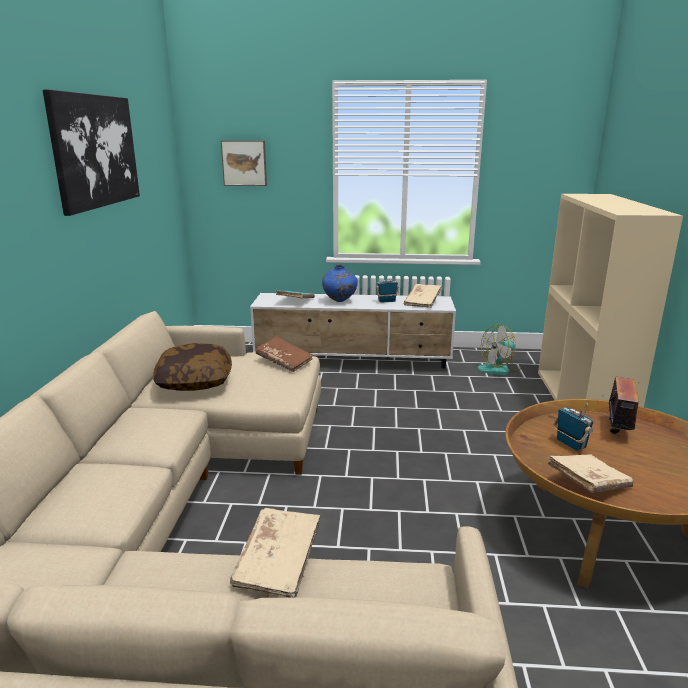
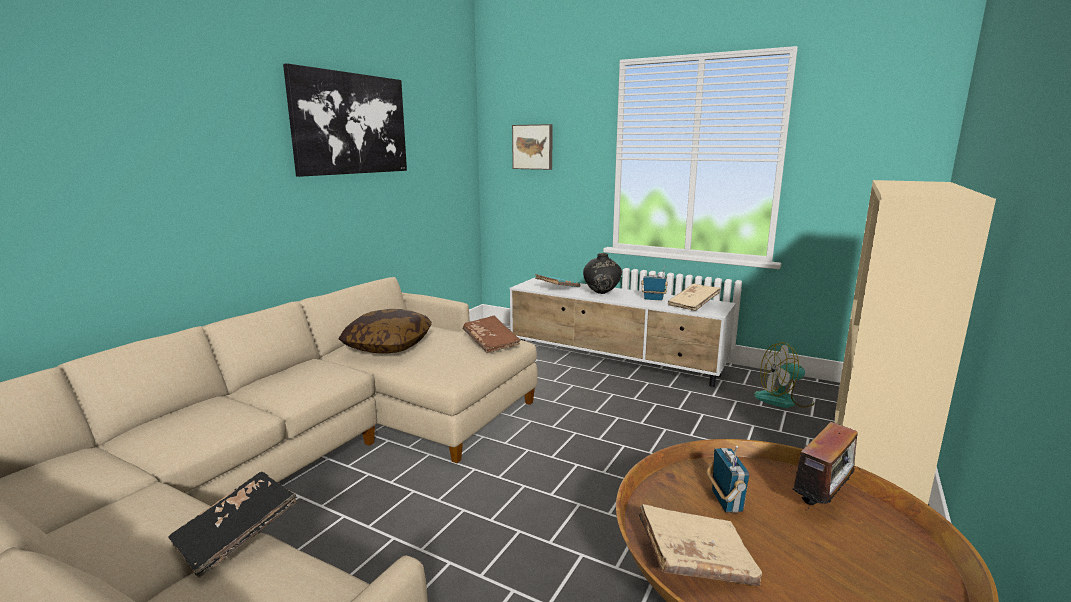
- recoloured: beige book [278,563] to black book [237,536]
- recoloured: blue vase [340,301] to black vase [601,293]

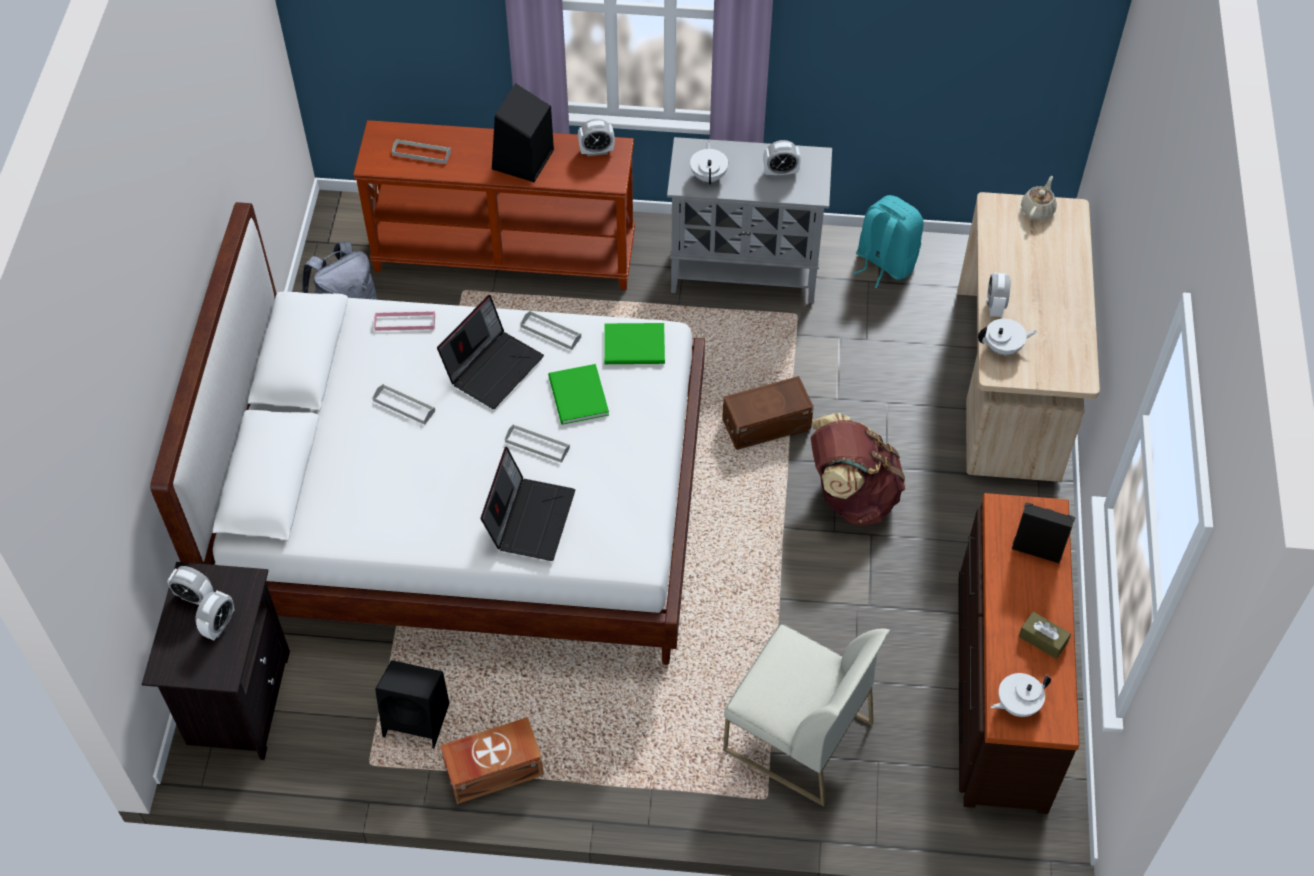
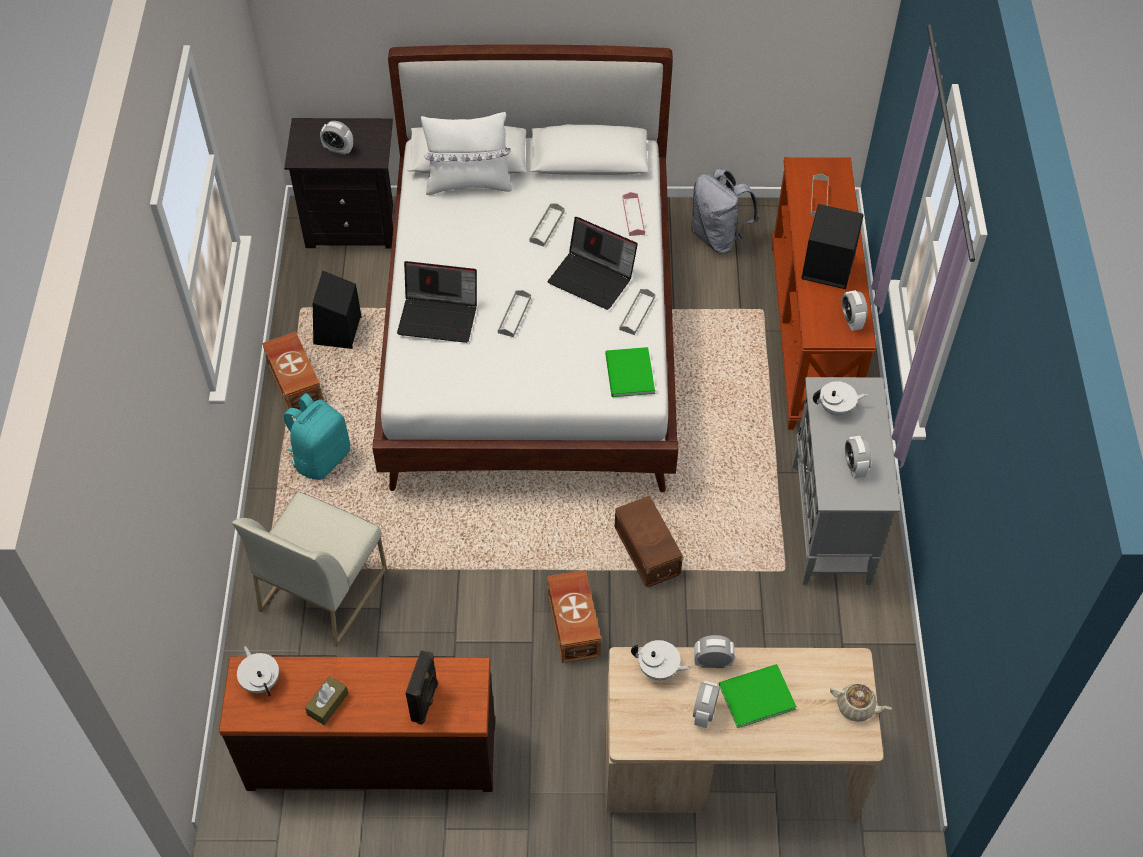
- moved: alarm clock [195,597] to [704,712]
- moved: green book [577,397] to [754,696]
- replaced: brown backpack [851,495] to brown storage box [574,624]
- moved: turquoise backpack [884,263] to [321,457]
- turned: white teapot [1003,348] = [658,669] 60 degrees counterclockwise
- added: white pillow [469,183]

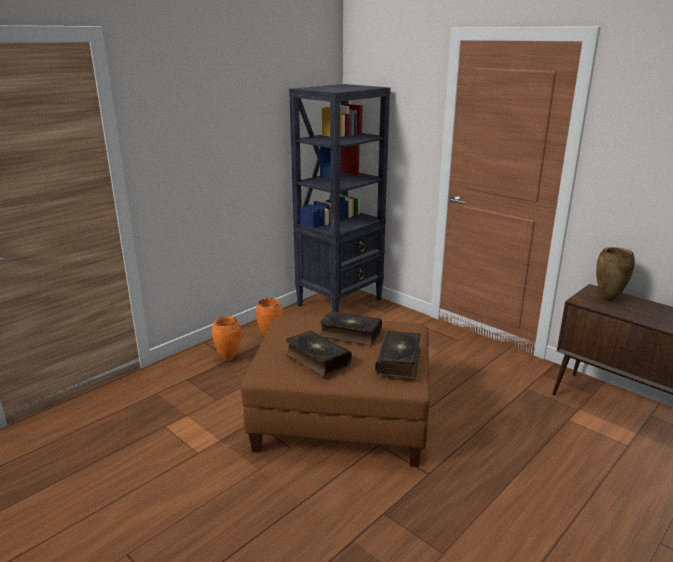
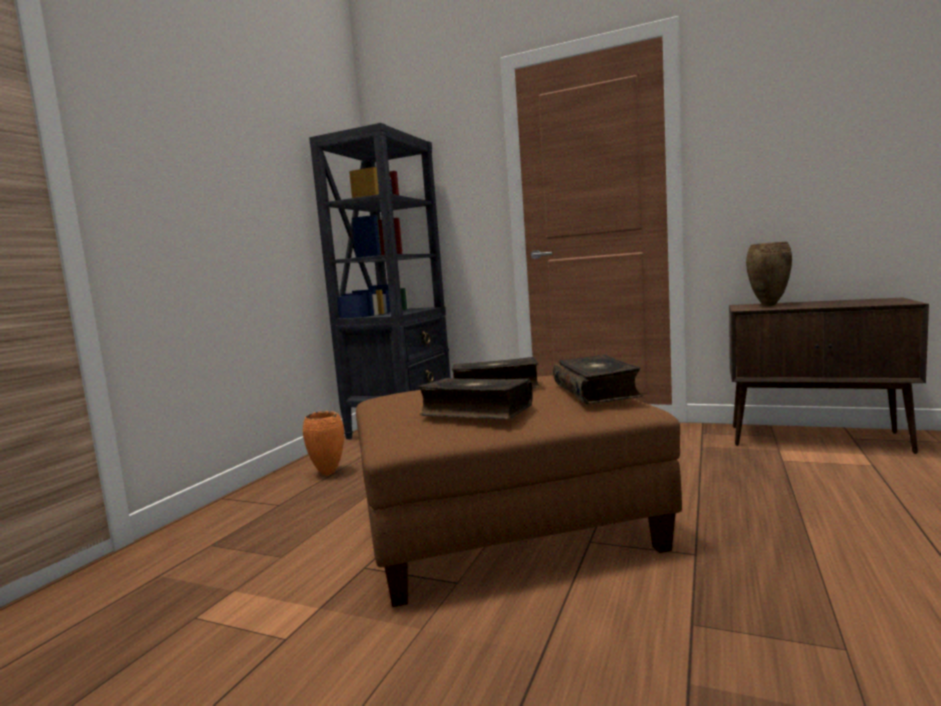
- removed: orange vase [228,359]

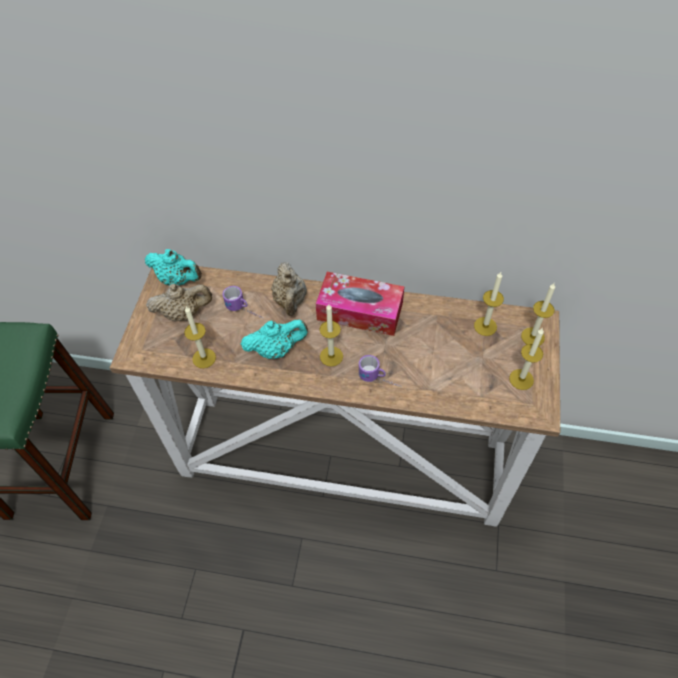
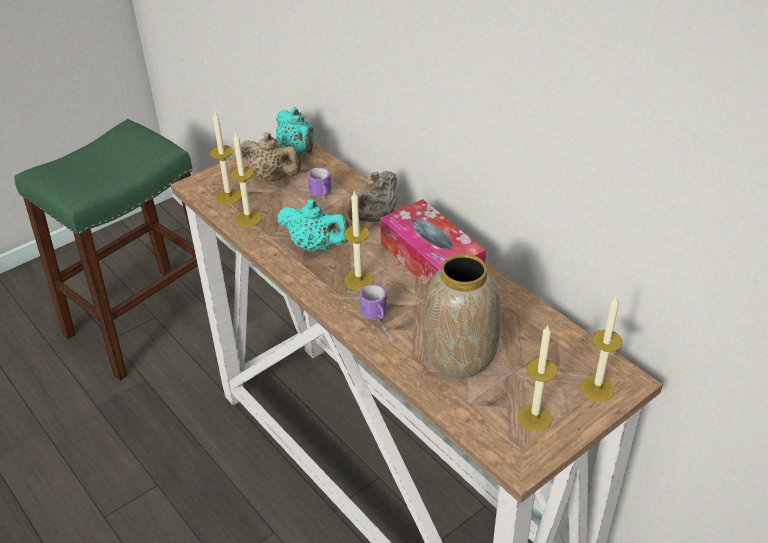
- moved: candle [485,326] to [228,196]
- added: vase [460,356]

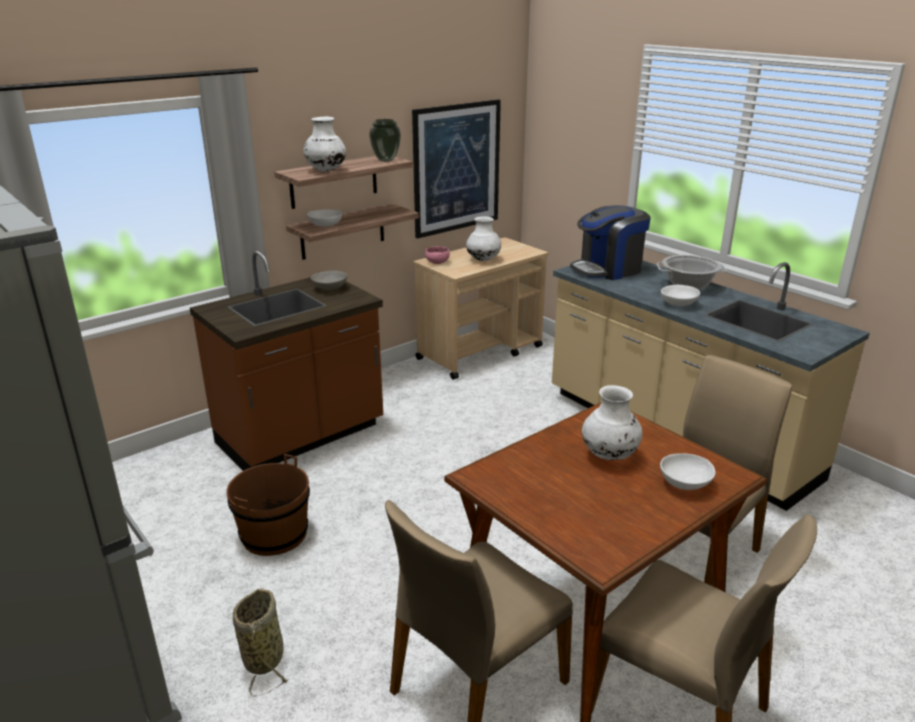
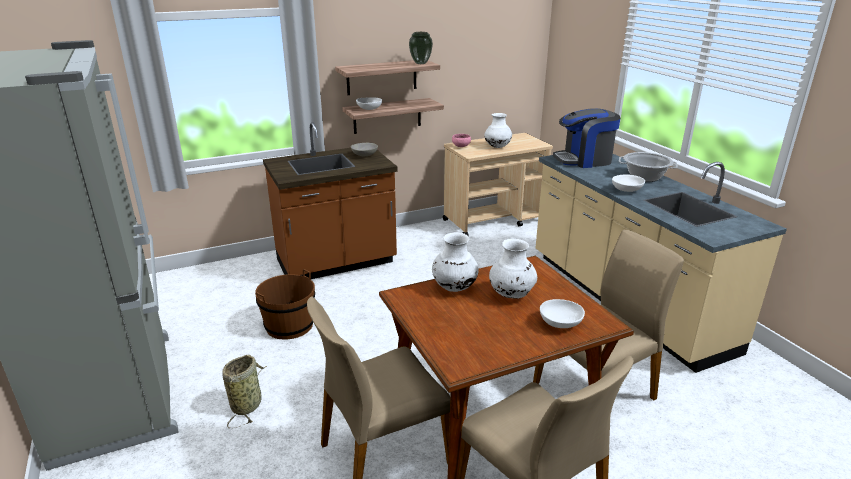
- moved: white vase [326,170] to [454,287]
- removed: picture [456,168]

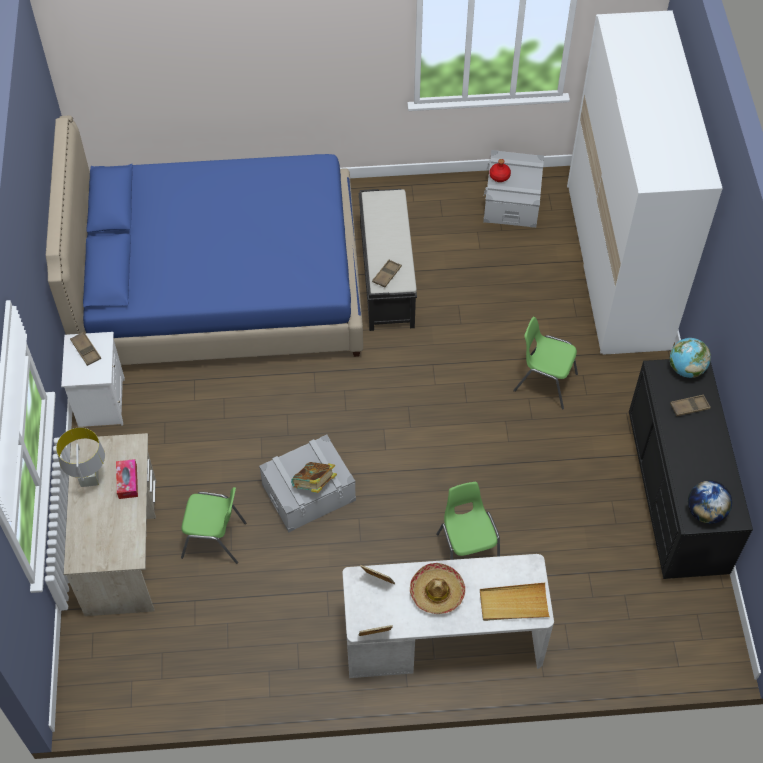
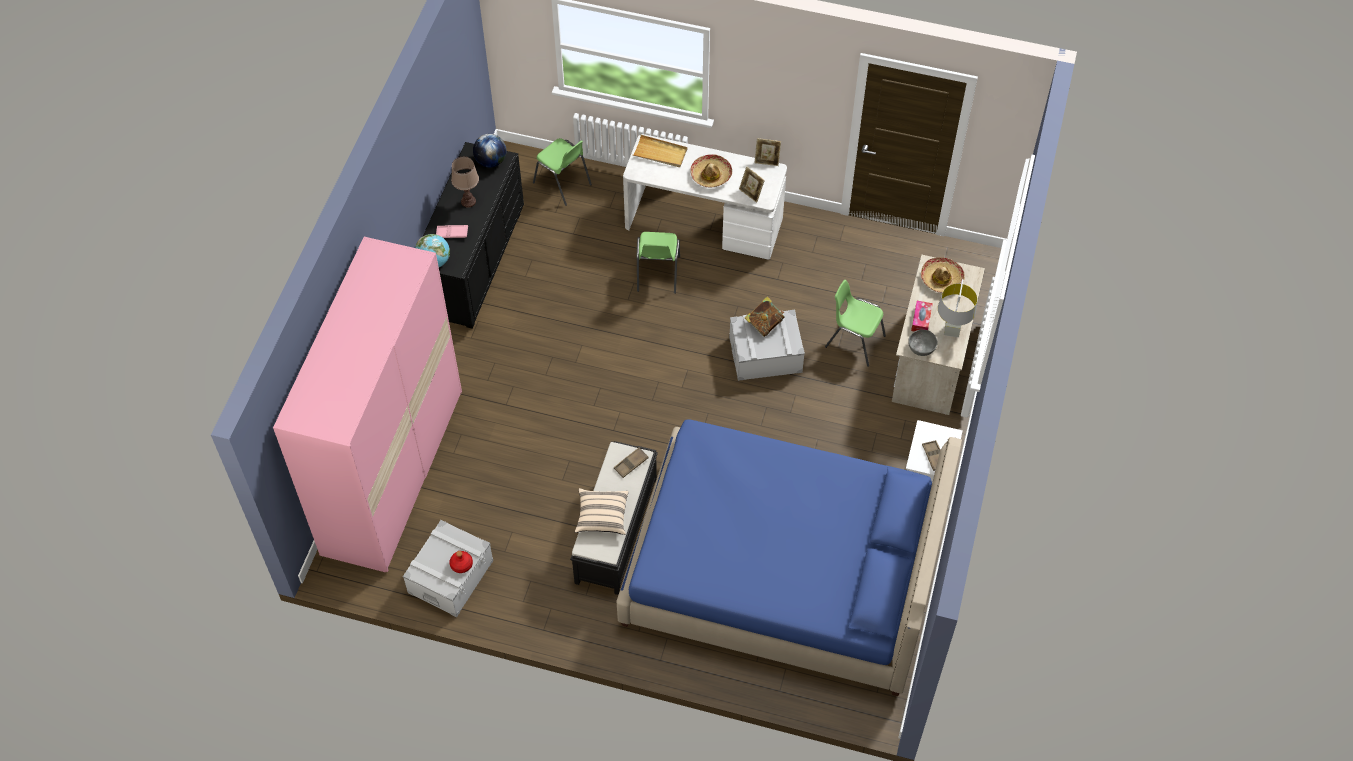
- moved: green chair [544,382] to [562,184]
- recoloured: white wardrobe [617,266] to pink wardrobe [393,471]
- recoloured: brown tray [689,407] to pink tray [452,233]
- added: brown table lamp [468,201]
- added: beige pillow [602,516]
- added: grey bowl [921,347]
- added: hat [941,279]

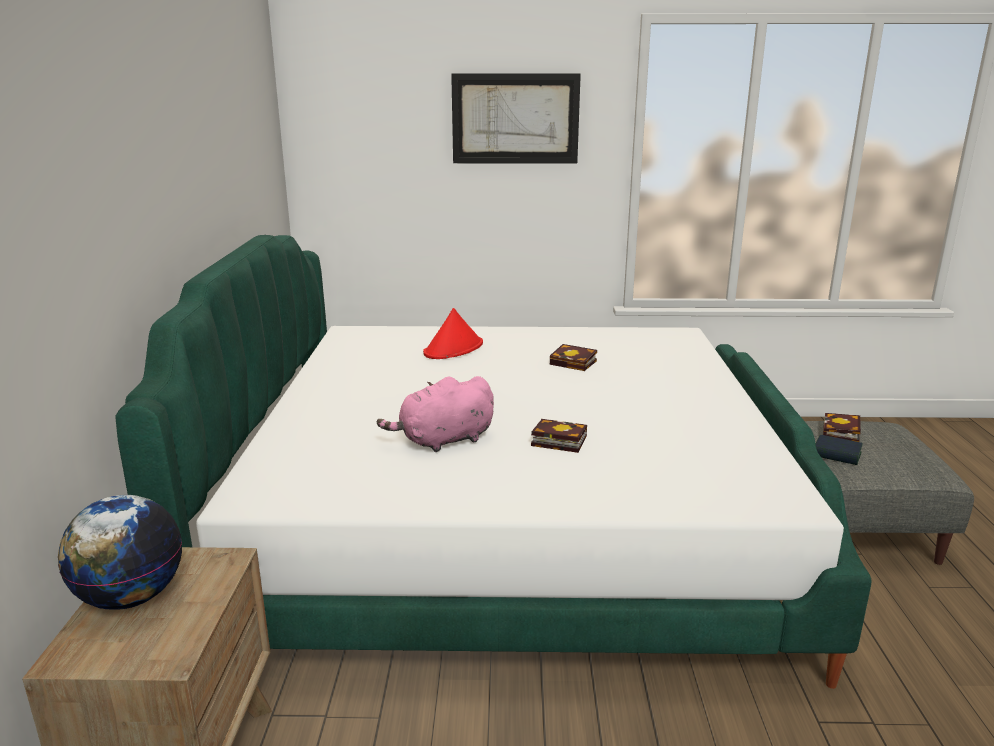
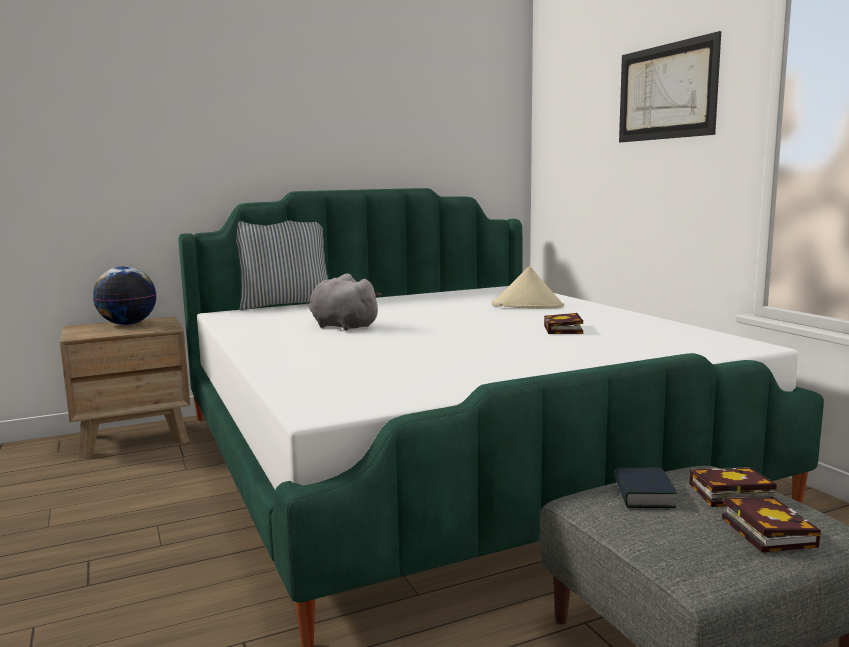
- recoloured: pink plush toy [443,440] to grey plush toy [341,326]
- recoloured: red hat [454,349] to beige hat [527,306]
- moved: book [556,440] to [764,530]
- added: pillow [285,304]

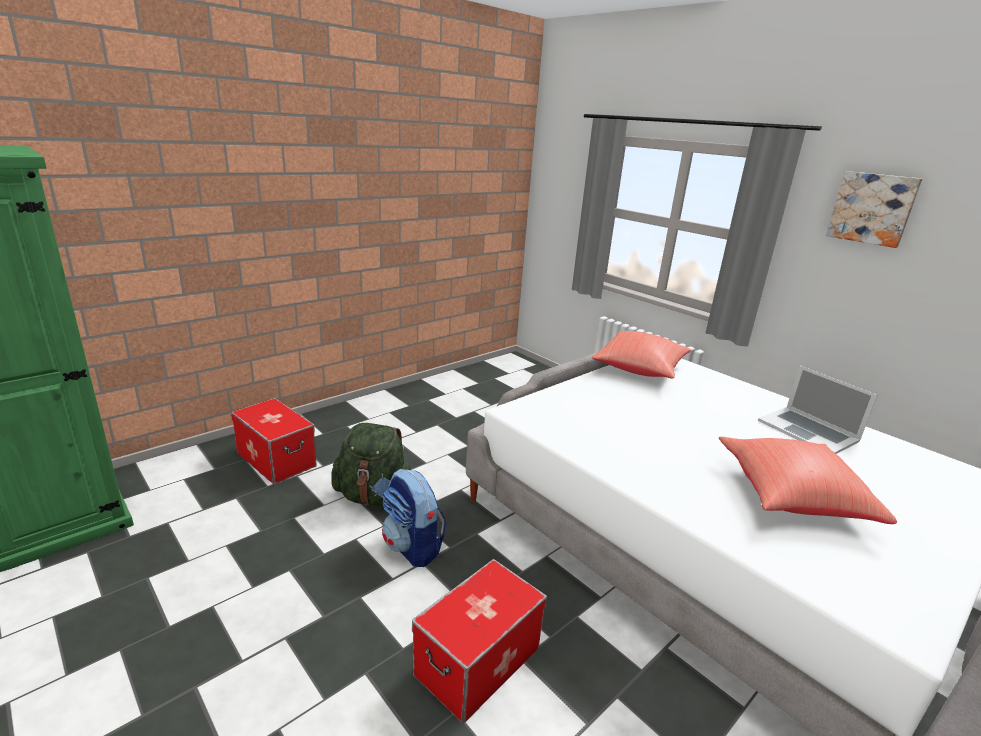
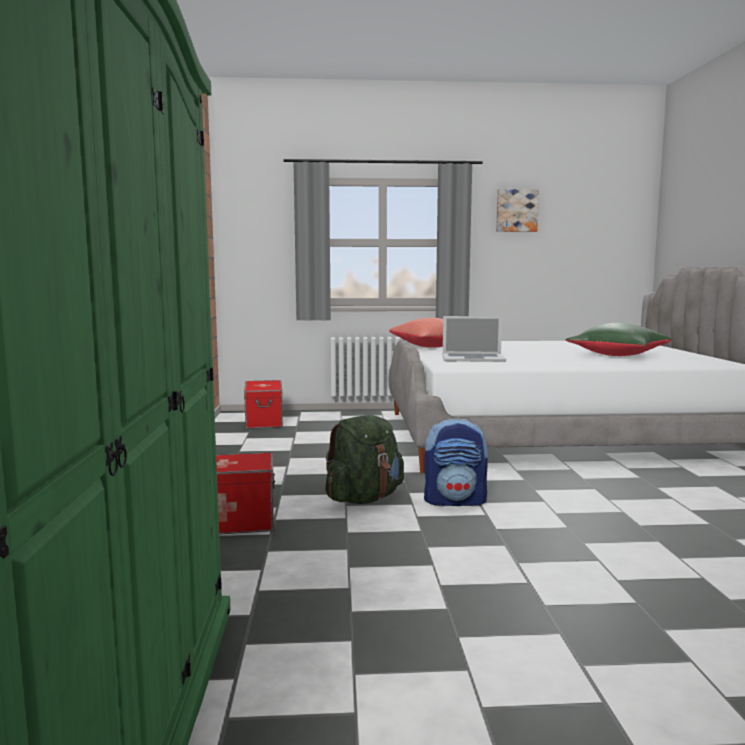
- moved: storage box [477,662] to [264,421]
- recoloured: red pillow [790,496] to green pillow [616,356]
- moved: laptop [808,430] to [473,358]

